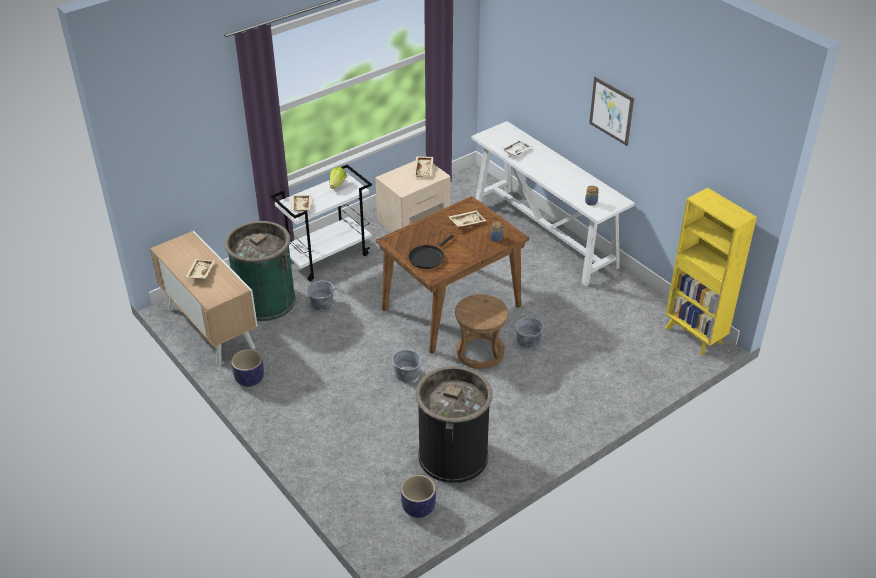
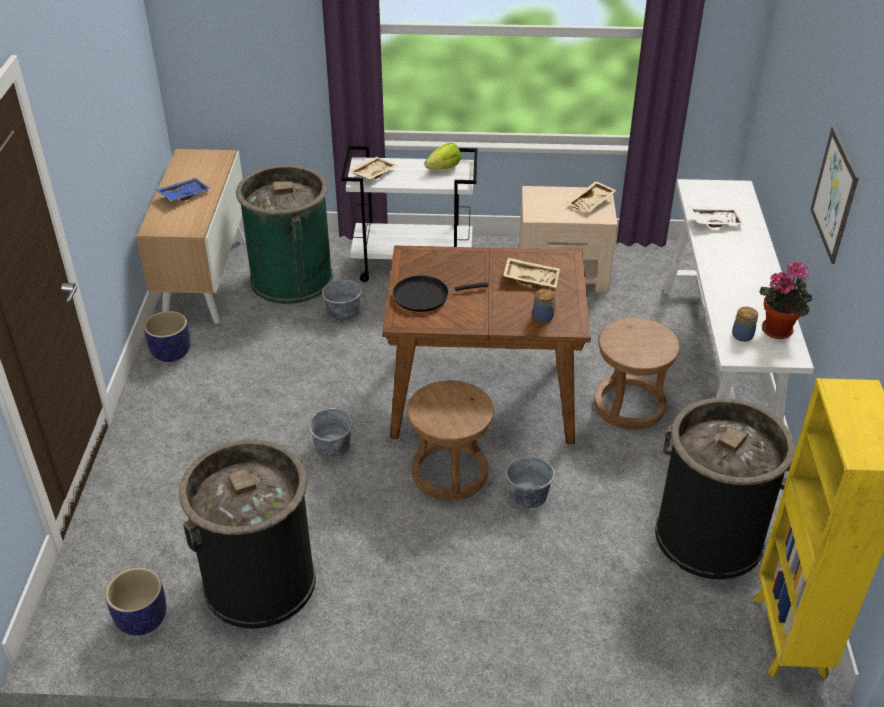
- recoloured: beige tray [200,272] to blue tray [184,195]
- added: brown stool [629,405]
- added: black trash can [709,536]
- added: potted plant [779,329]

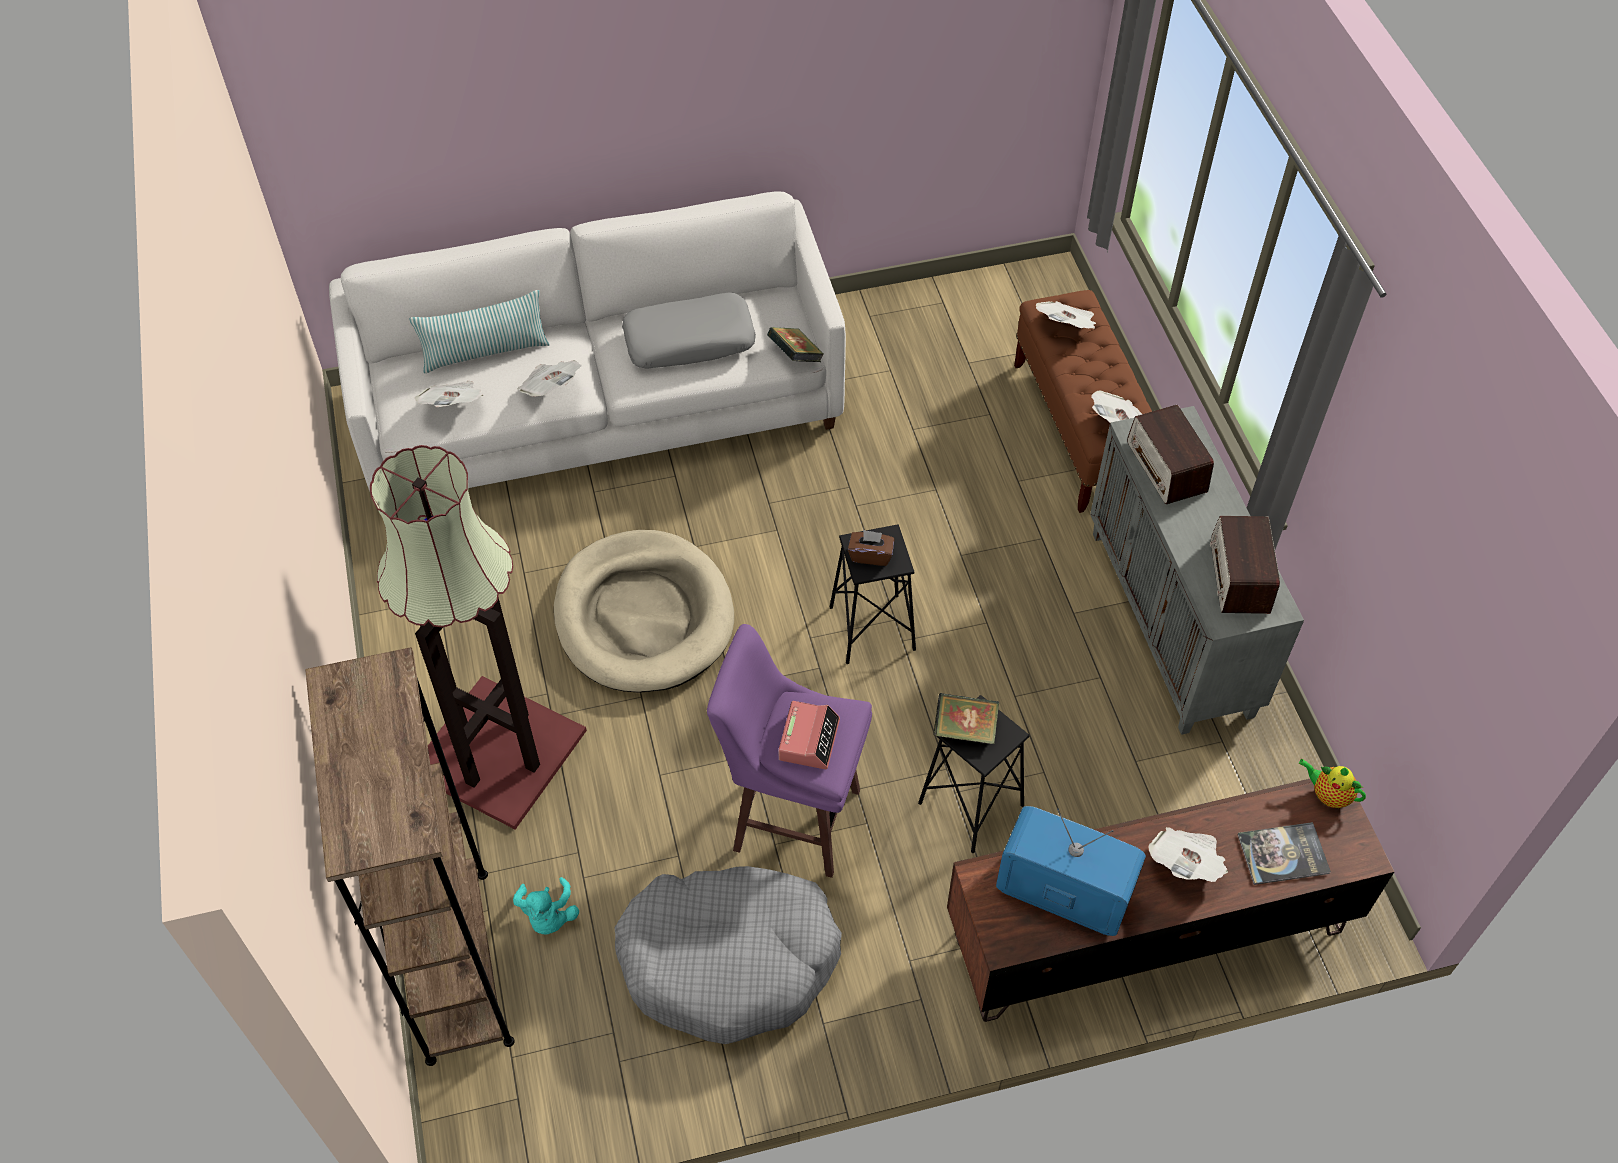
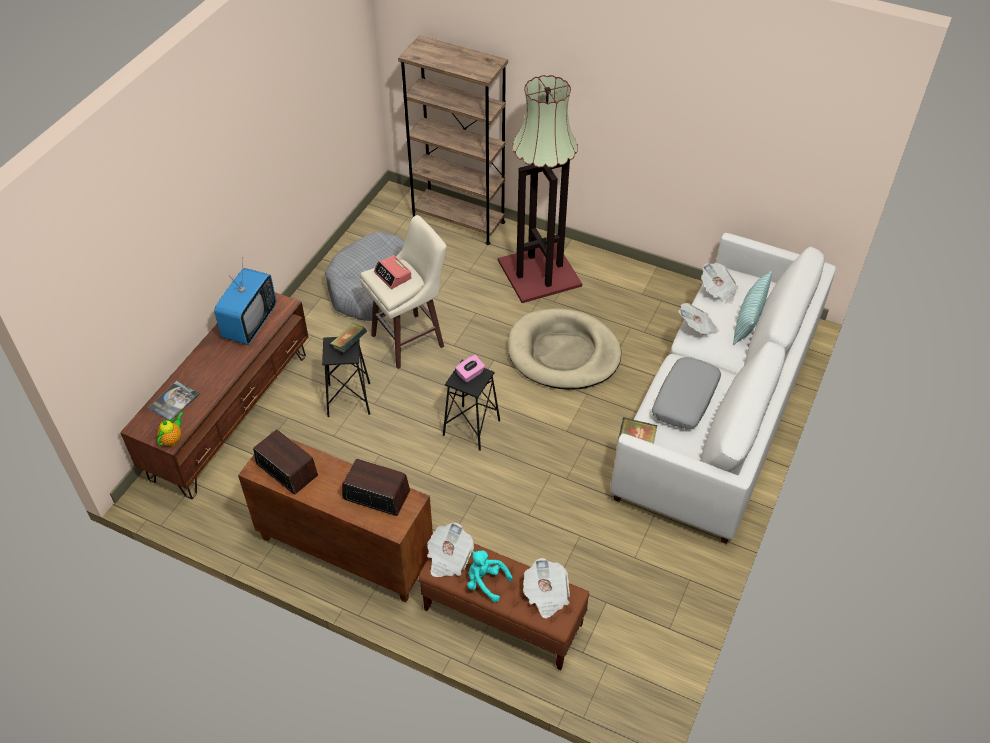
- moved: turquoise plush toy [548,916] to [485,582]
- recoloured: purple stool [793,817] to beige stool [410,340]
- recoloured: brown tissue box [870,555] to pink tissue box [470,374]
- turned: television [1063,894] = [250,323] 45 degrees counterclockwise
- recoloured: grey cabinet [1172,624] to brown cabinet [344,551]
- removed: newspaper [1186,863]
- turned: teapot [1328,795] = [172,439] 45 degrees counterclockwise

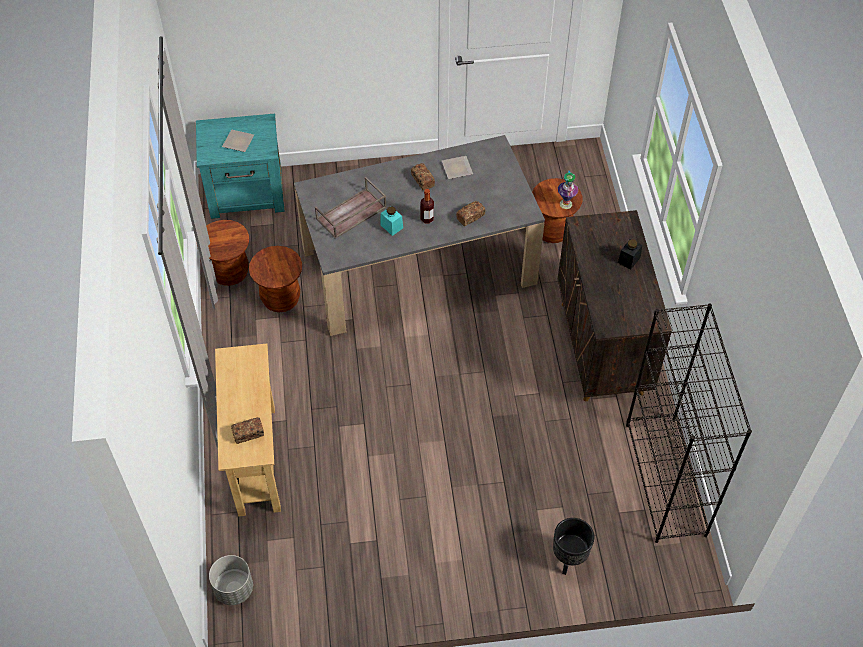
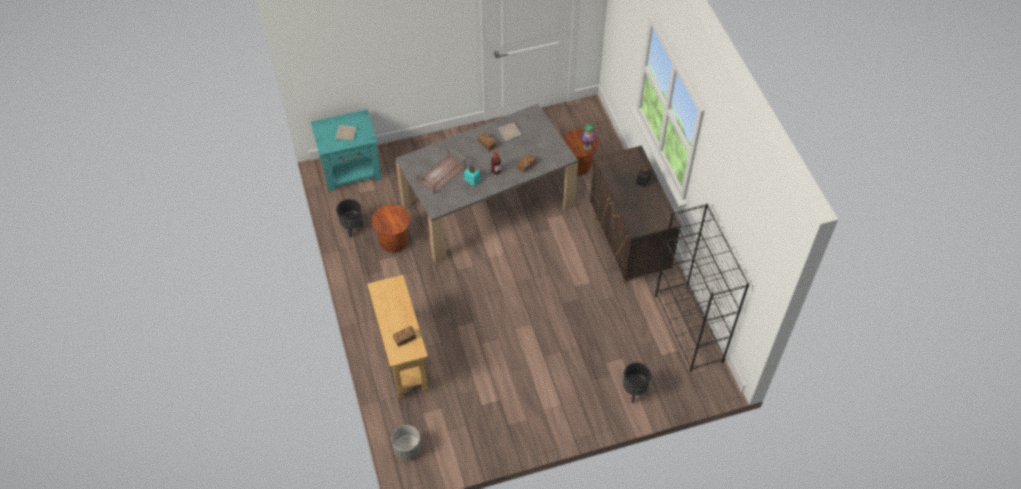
- replaced: brown stool [230,273] to black planter [352,229]

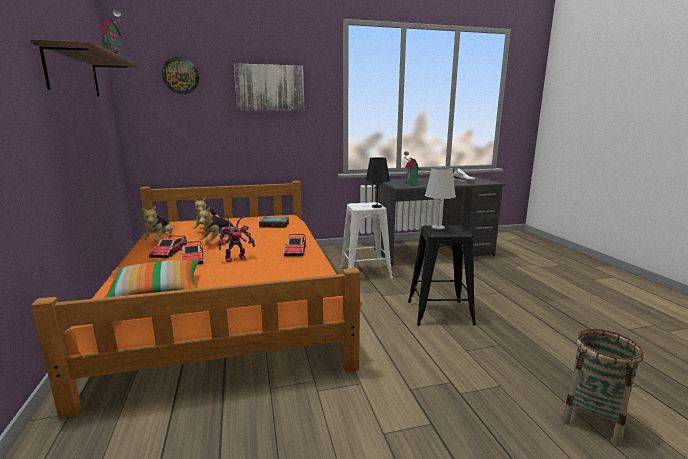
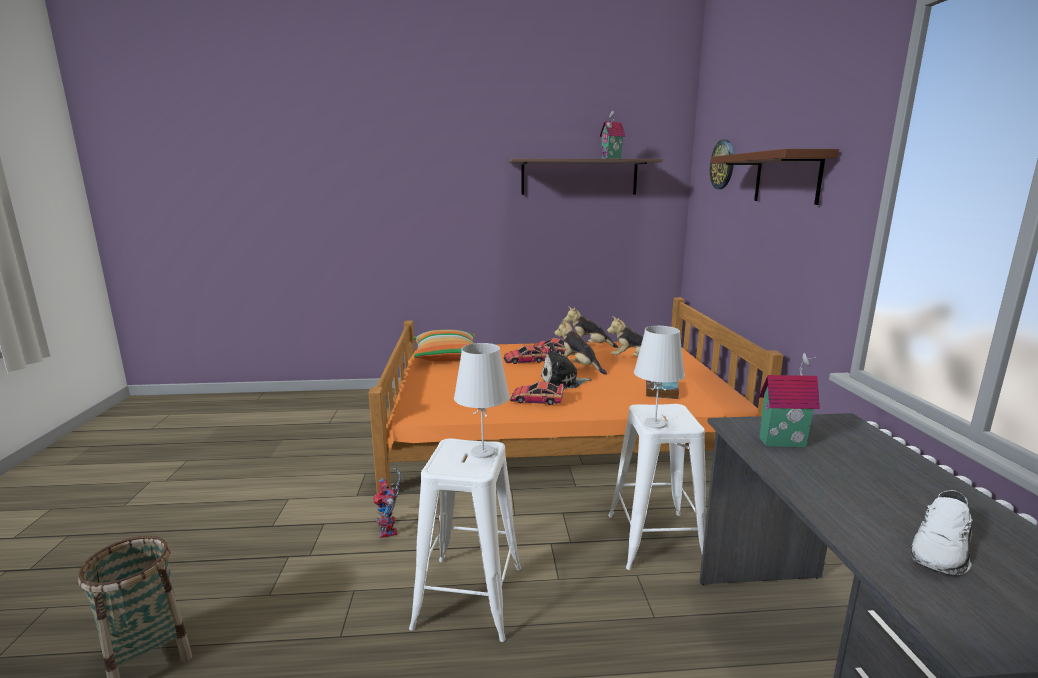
- moved: toy robot [237,258] to [390,530]
- replaced: picture [270,88] to brown shelf [787,178]
- recoloured: black table lamp [377,206] to white table lamp [654,423]
- recoloured: black stool [439,313] to white stool [469,596]
- added: plush toy [562,382]

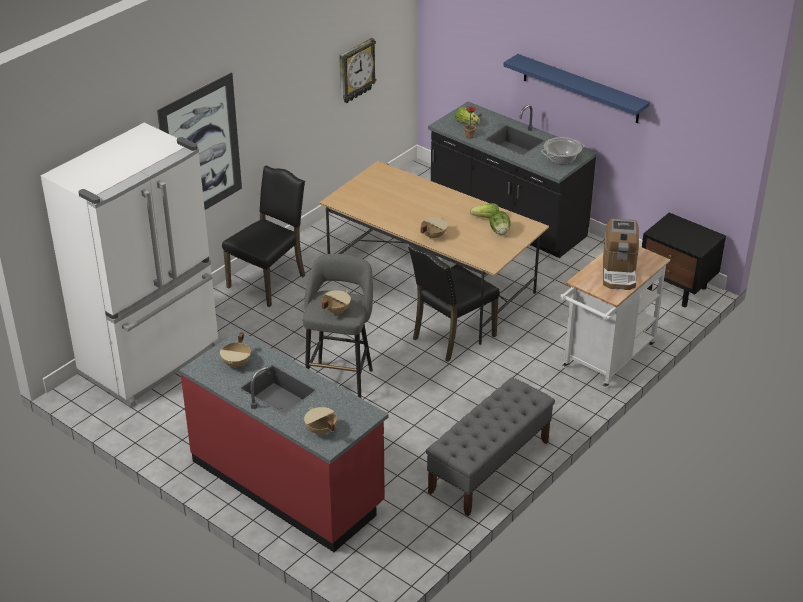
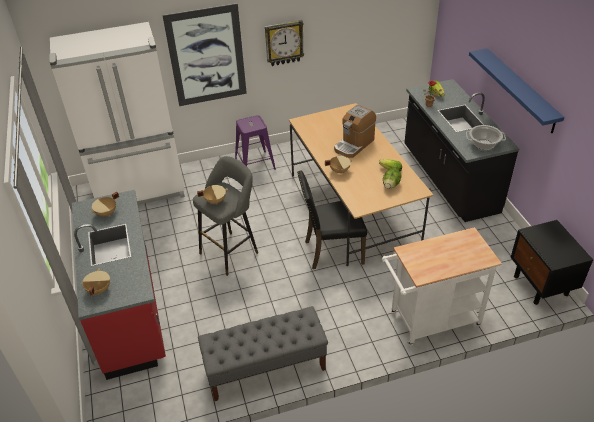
- replaced: black chair [269,281] to purple stool [254,164]
- moved: wall clock [355,70] to [284,42]
- moved: coffee machine [619,272] to [354,144]

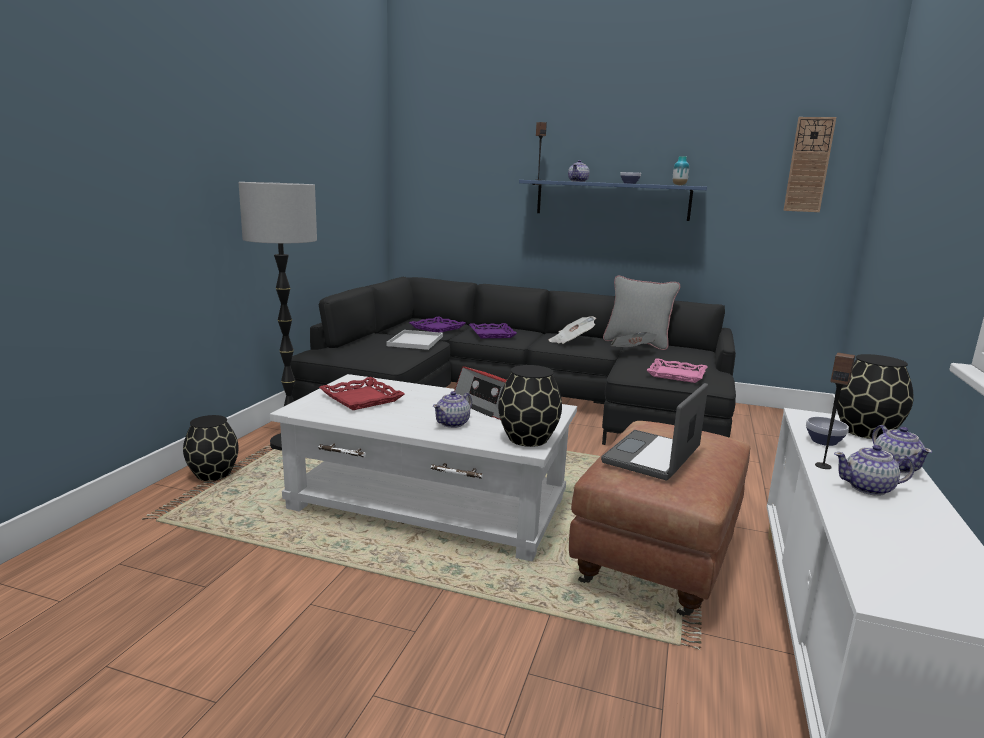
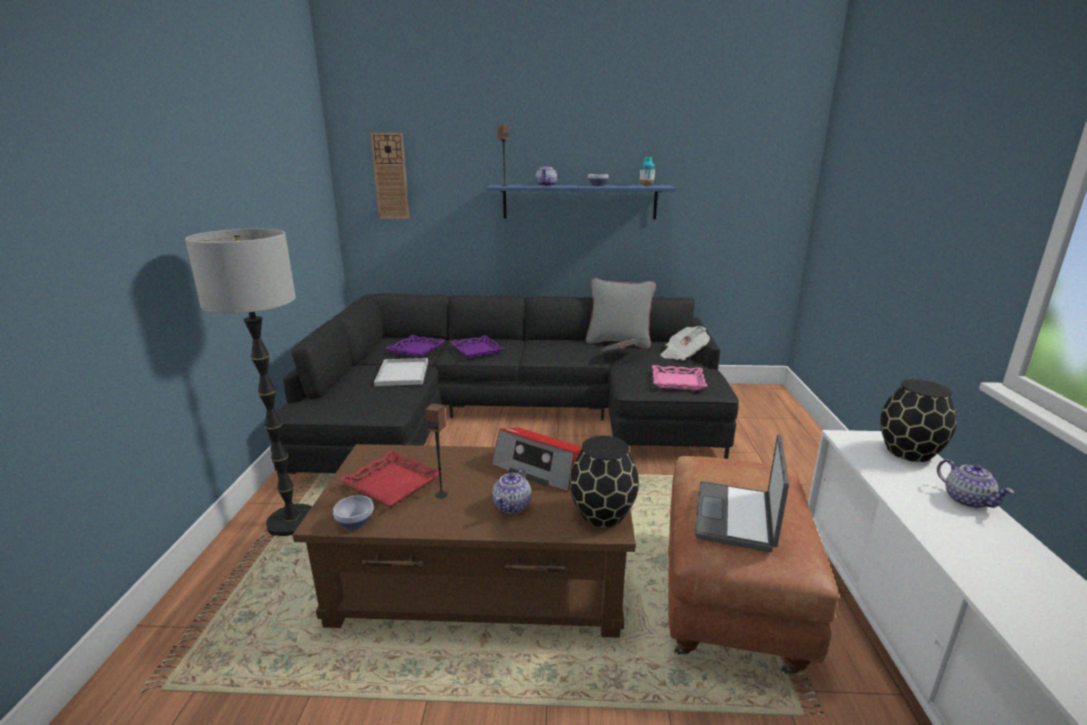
- removed: black vase [213,474]
- recoloured: white coffee table [429,504] to brown coffee table [481,580]
- moved: newspaper [571,342] to [683,355]
- moved: wall clock [808,165] to [390,176]
- moved: bowl [823,441] to [356,522]
- moved: speaker [823,466] to [441,494]
- removed: teapot [869,488]

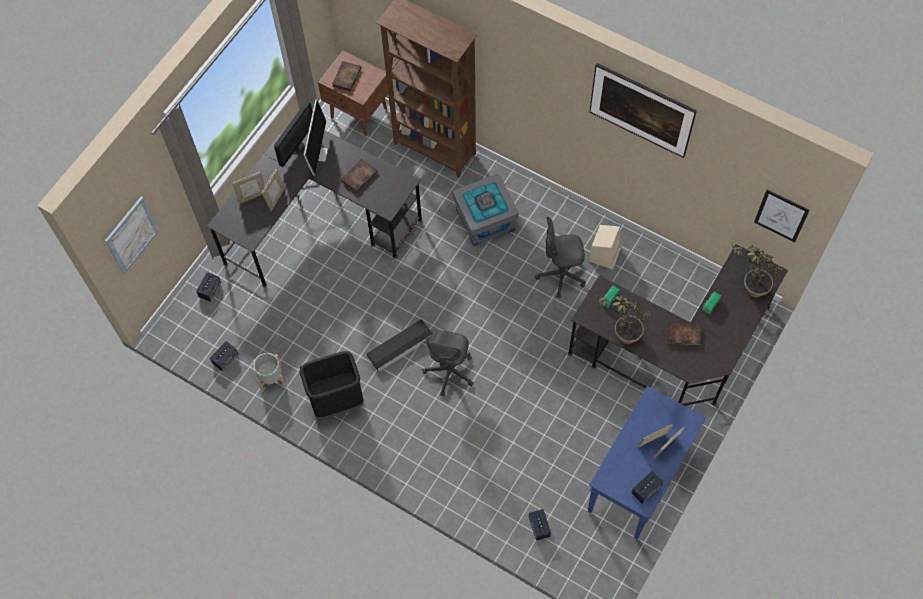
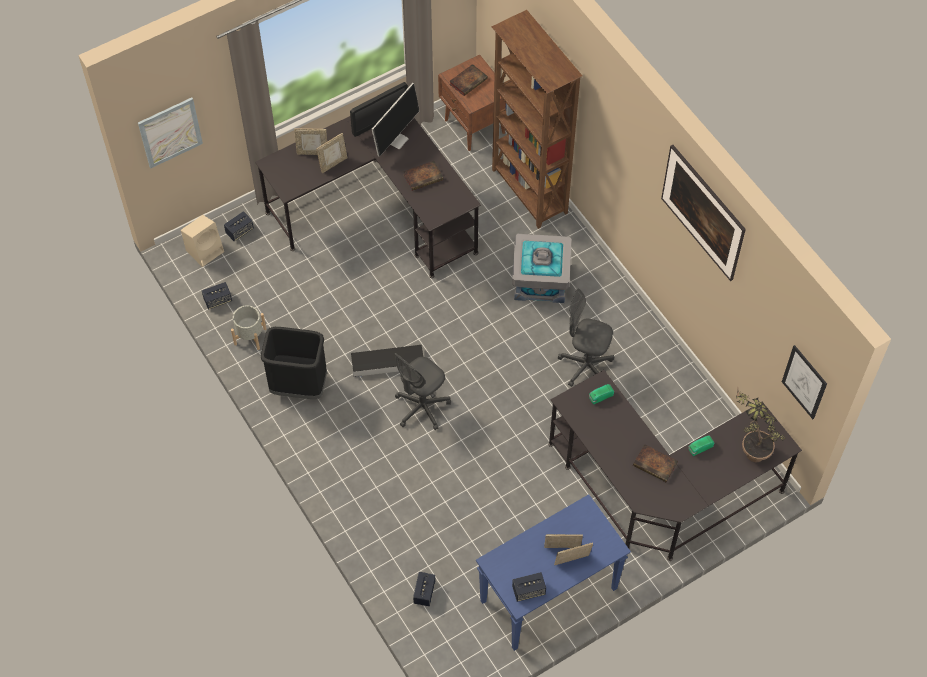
- moved: beige speaker [605,254] to [205,250]
- removed: potted plant [620,334]

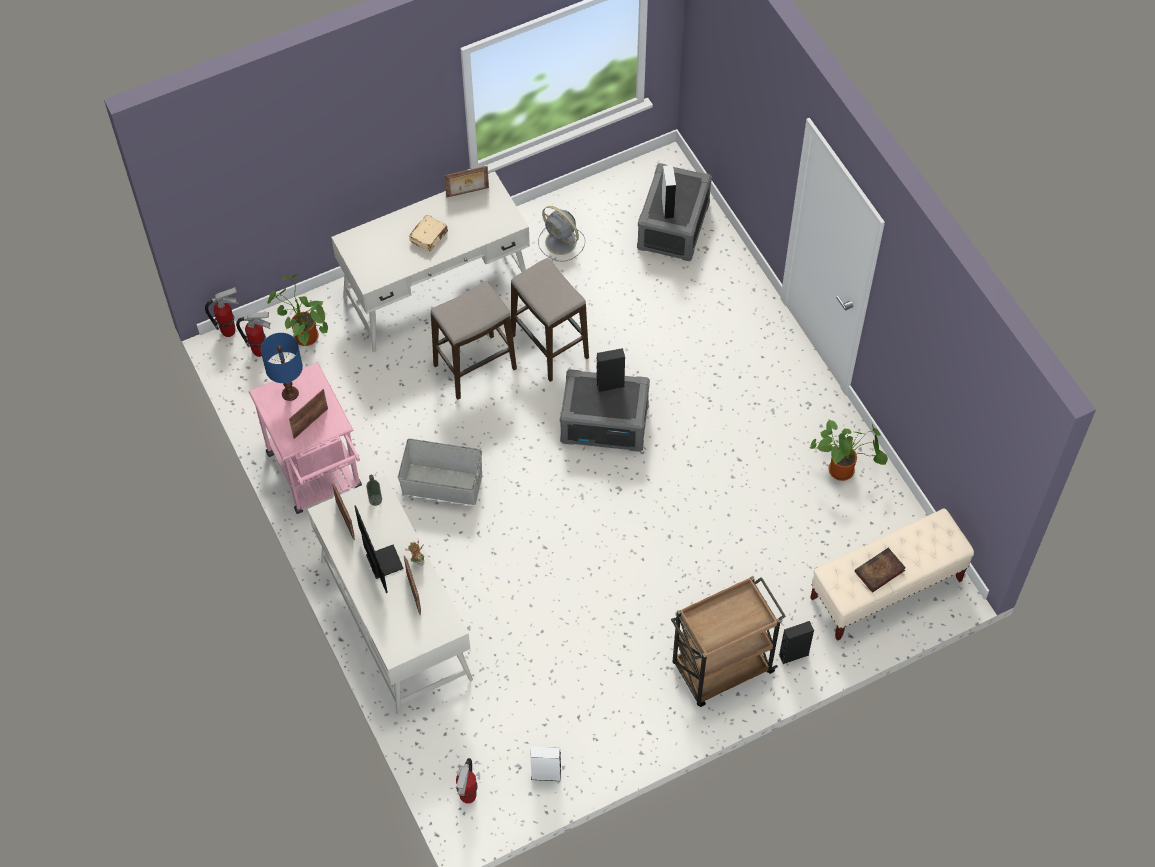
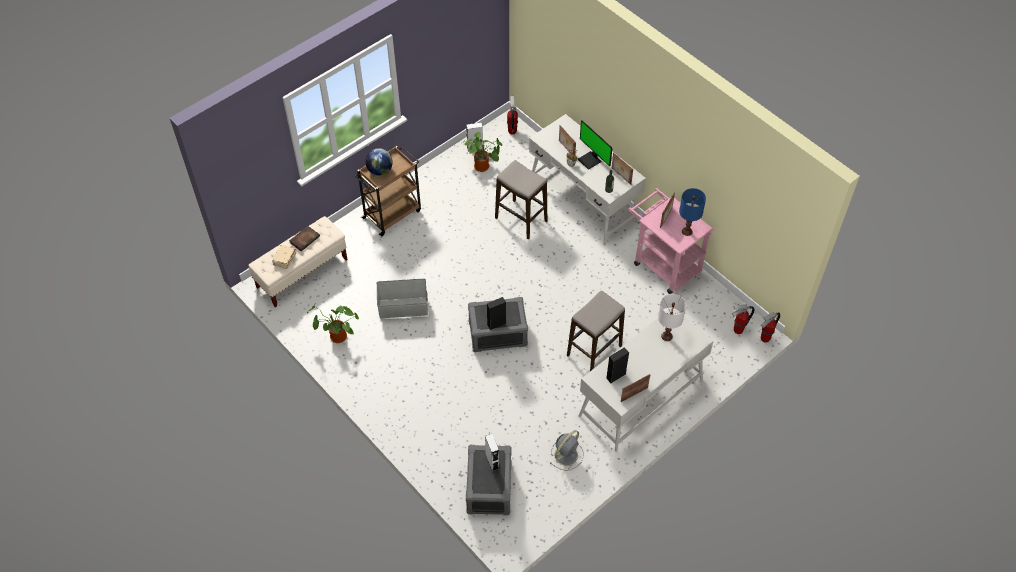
- moved: potted plant [303,336] to [483,167]
- moved: grey storage box [442,485] to [403,307]
- moved: beige book [429,237] to [284,259]
- moved: stool [549,346] to [521,220]
- turned: grey fan [562,243] = [566,454] 105 degrees clockwise
- moved: black speaker [793,654] to [616,375]
- added: globe [380,170]
- added: white table lamp [666,336]

